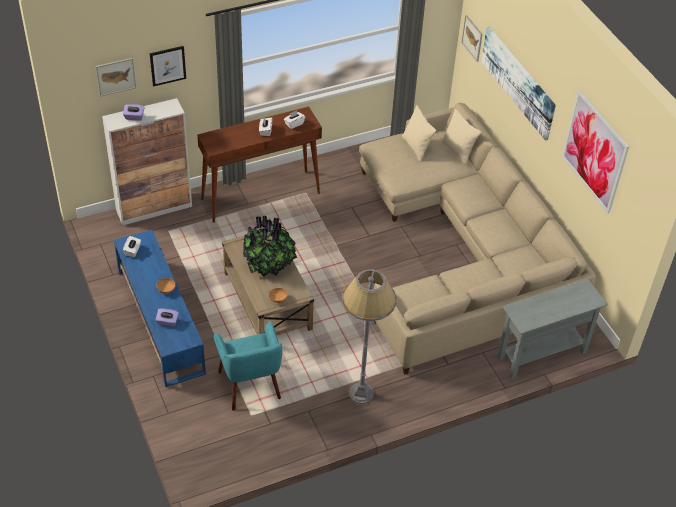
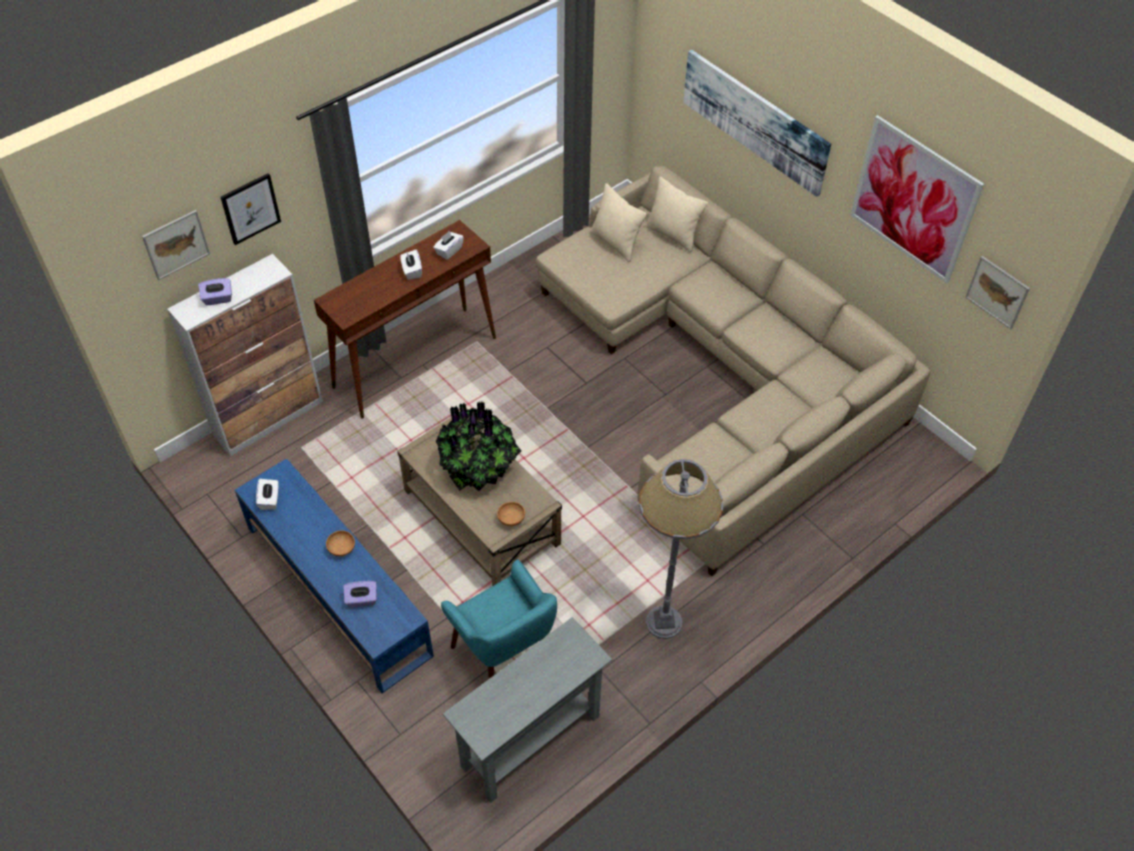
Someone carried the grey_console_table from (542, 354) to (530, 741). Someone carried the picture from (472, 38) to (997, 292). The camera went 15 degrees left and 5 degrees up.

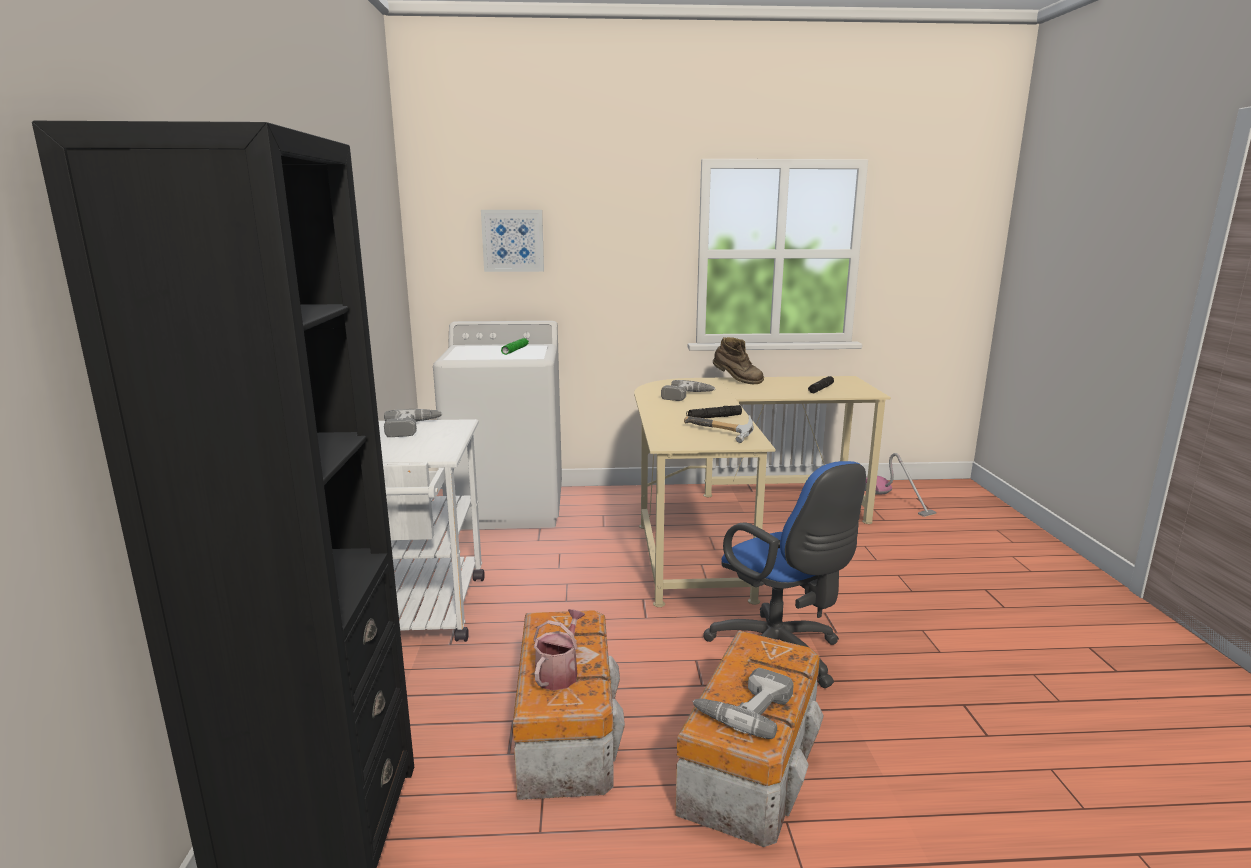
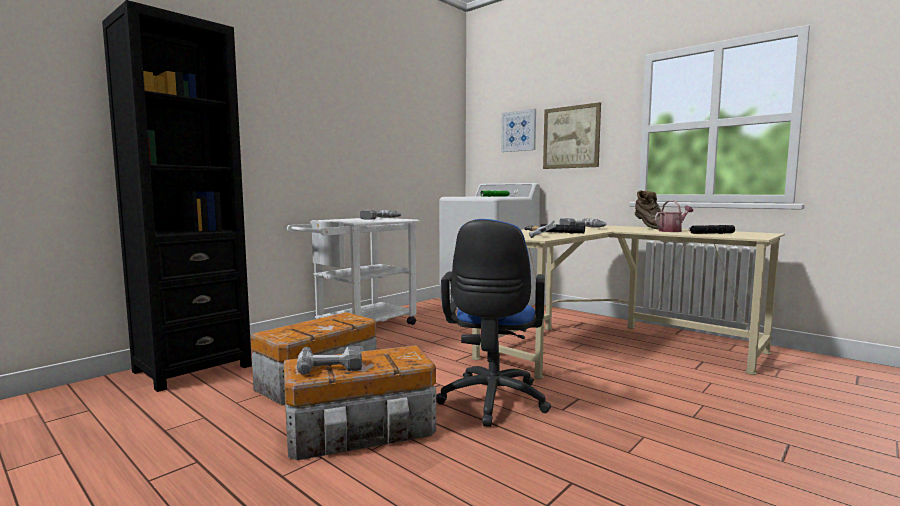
Someone put up the picture at (571, 137). Someone carried the watering_can from (559, 672) to (672, 231). Someone took away the vacuum_cleaner at (896, 500). The camera went 45 degrees right and 10 degrees down.

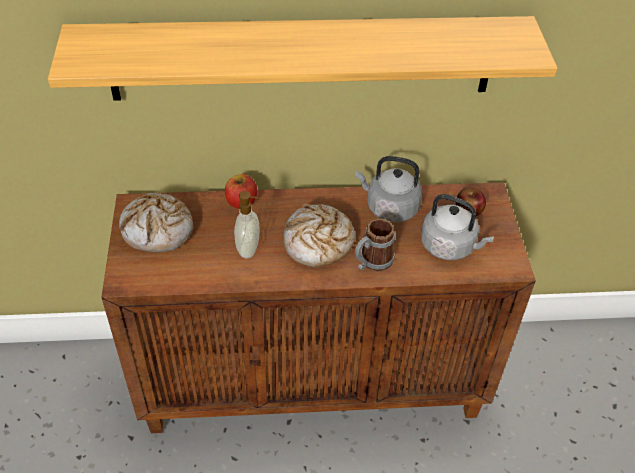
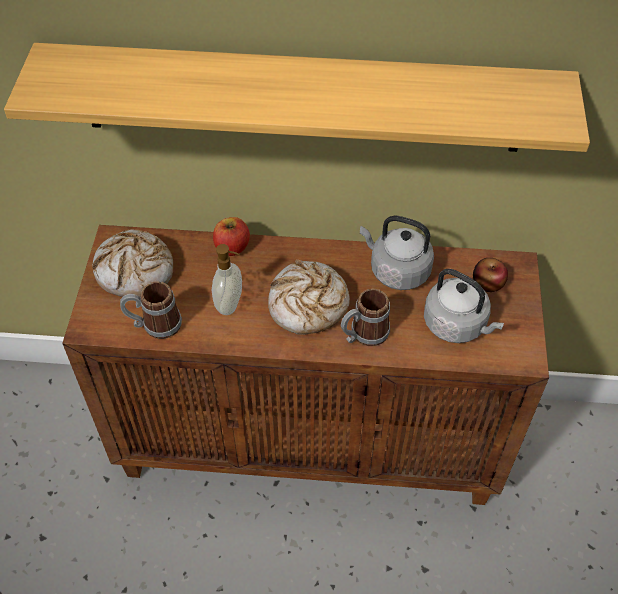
Someone put down the mug at (154, 325). The camera went 10 degrees right and 5 degrees up.

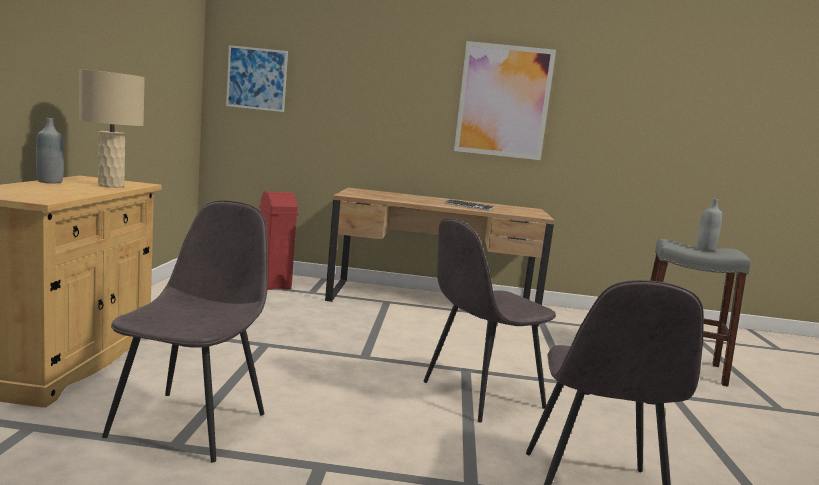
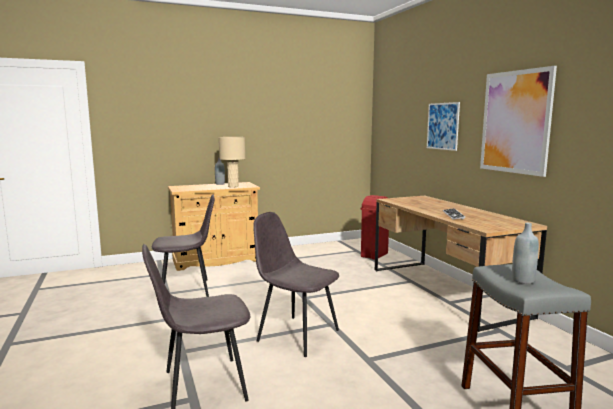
Someone carried the picture from (257, 79) to (442, 126). The camera went 65 degrees right and 0 degrees up.

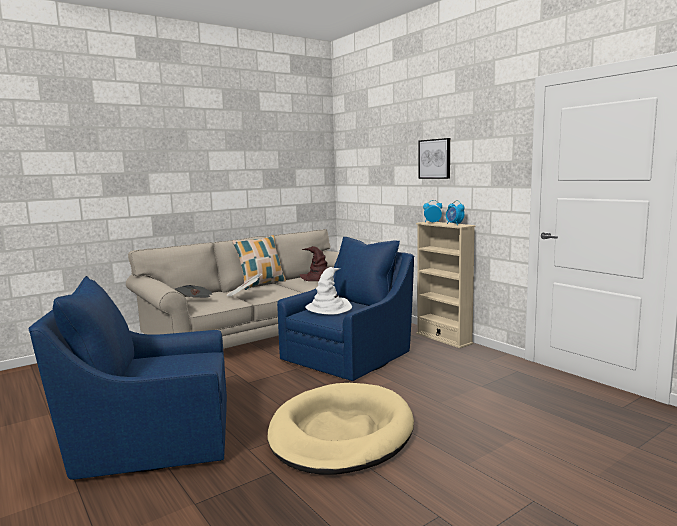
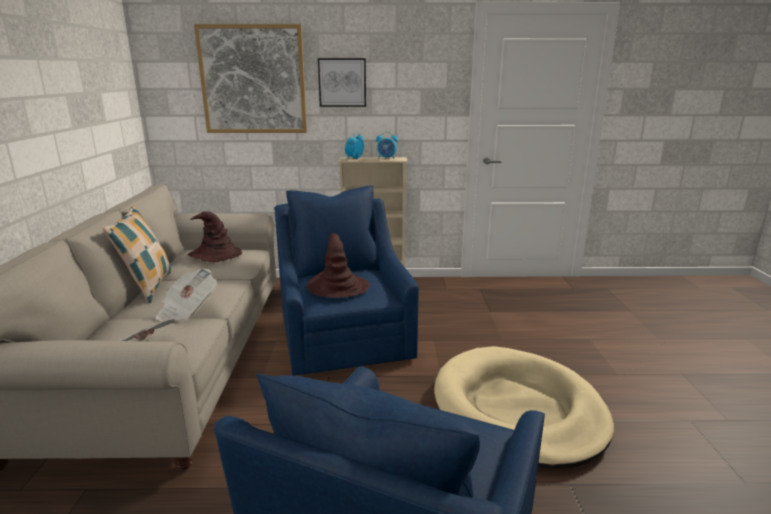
Someone put up the picture at (253, 80). Someone repainted the white_hat at (329, 308), which became the brown_hat at (337, 286). The camera went 55 degrees left and 10 degrees up.

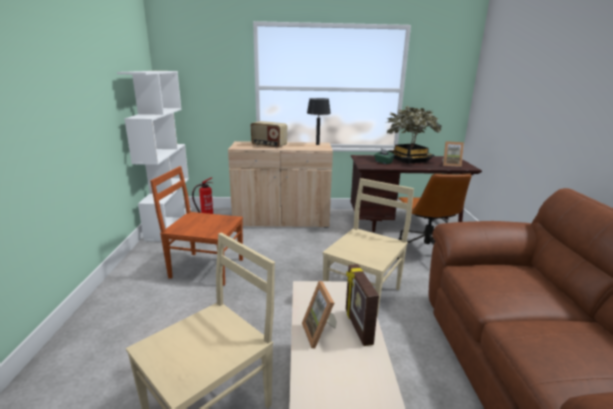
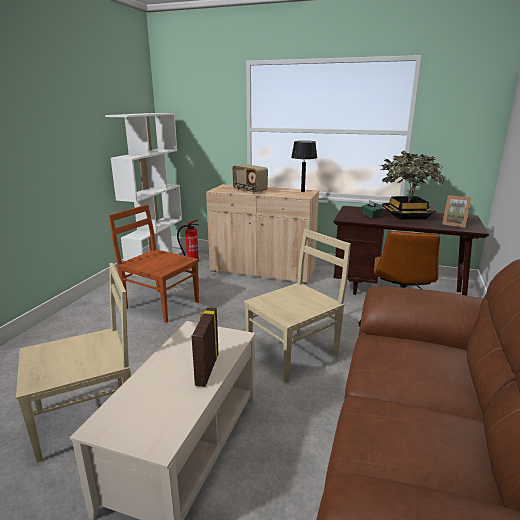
Someone took away the picture_frame at (321, 333). The camera went 20 degrees right and 0 degrees up.

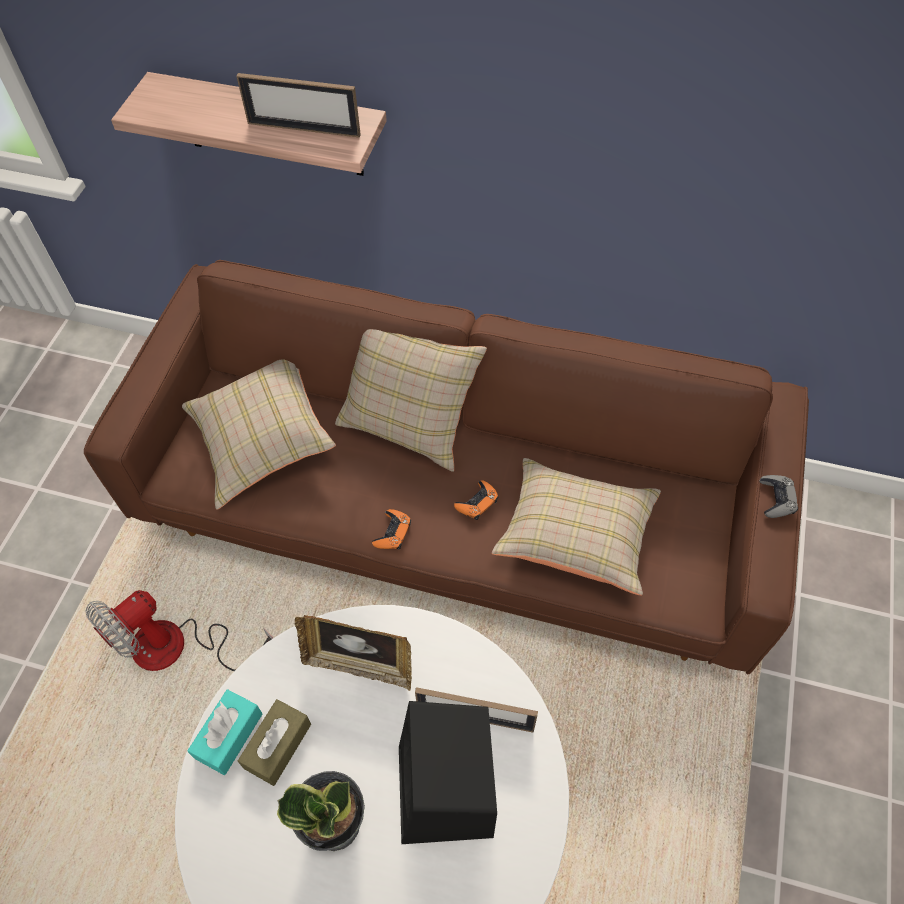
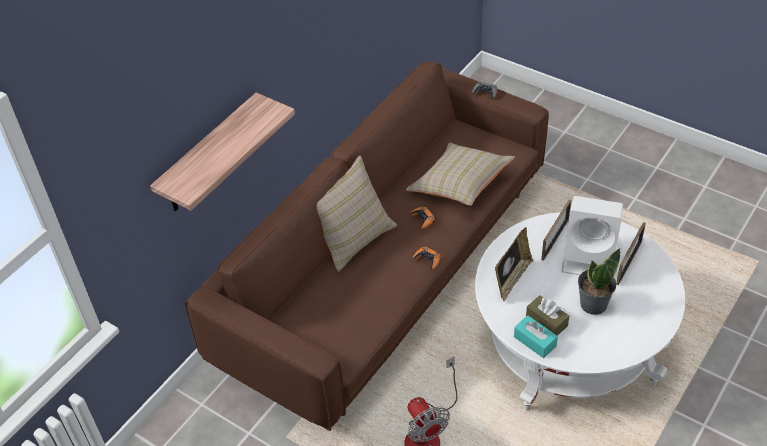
Someone repainted the black_speaker at (446, 795), which became the white_speaker at (590, 258). Someone carried the picture_frame from (303, 129) to (628, 263). Someone took away the beige_pillow at (262, 440). The camera went 70 degrees left and 10 degrees down.

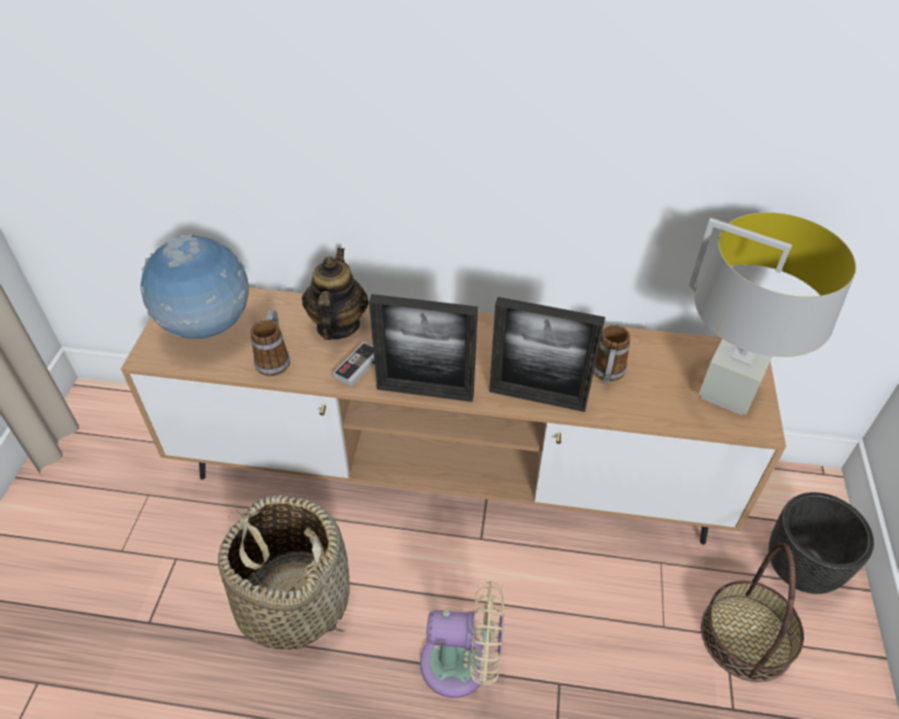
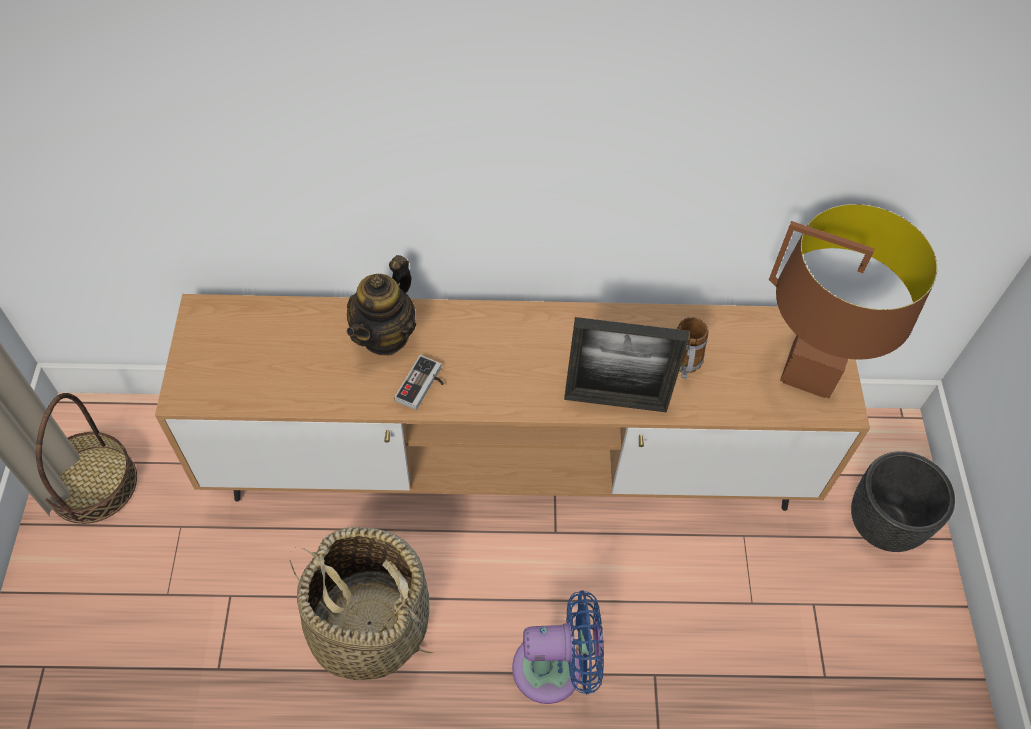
Someone carried the basket from (746, 636) to (92, 484). Someone rotated the teapot at (337, 325) by 150 degrees counterclockwise. Someone repainted the beige_fan at (462, 664), which became the blue_fan at (555, 668). Someone repainted the grey_table_lamp at (726, 392), which became the brown_table_lamp at (808, 373). Someone took away the globe at (208, 328). Someone took away the mug at (274, 358). Someone took away the picture_frame at (425, 392). The camera went 10 degrees left and 10 degrees up.

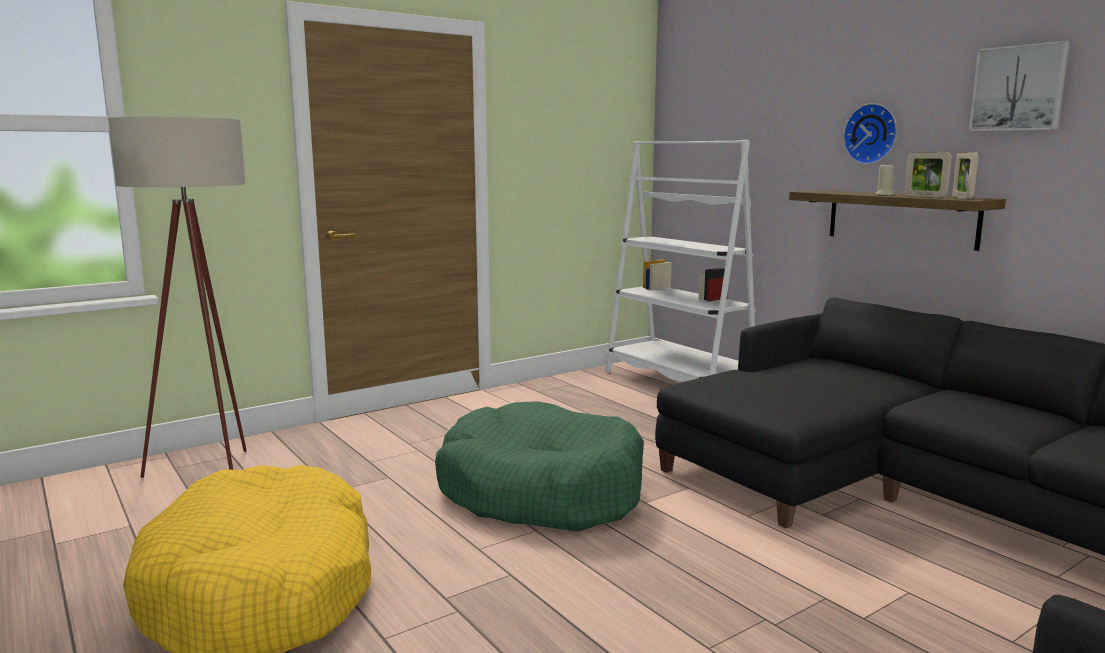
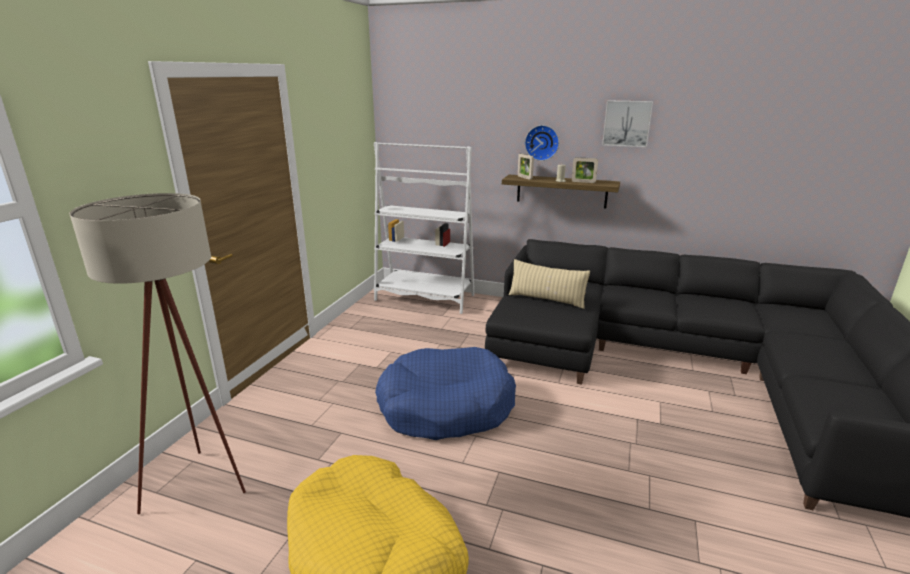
Someone repainted the green_dog_bed at (541, 491), which became the blue_dog_bed at (445, 406). Someone put down the beige_pillow at (546, 299). Someone carried the picture_frame from (962, 197) to (524, 178). The camera went 35 degrees left and 10 degrees up.

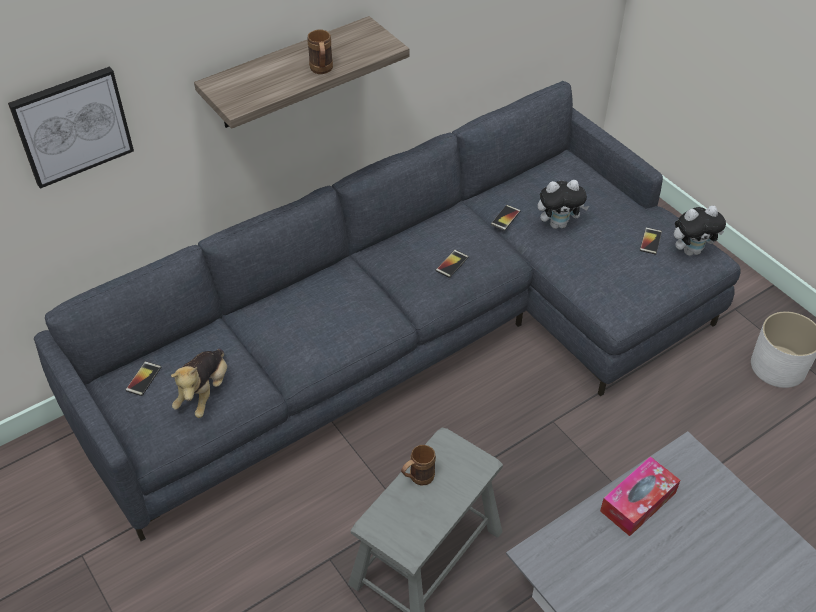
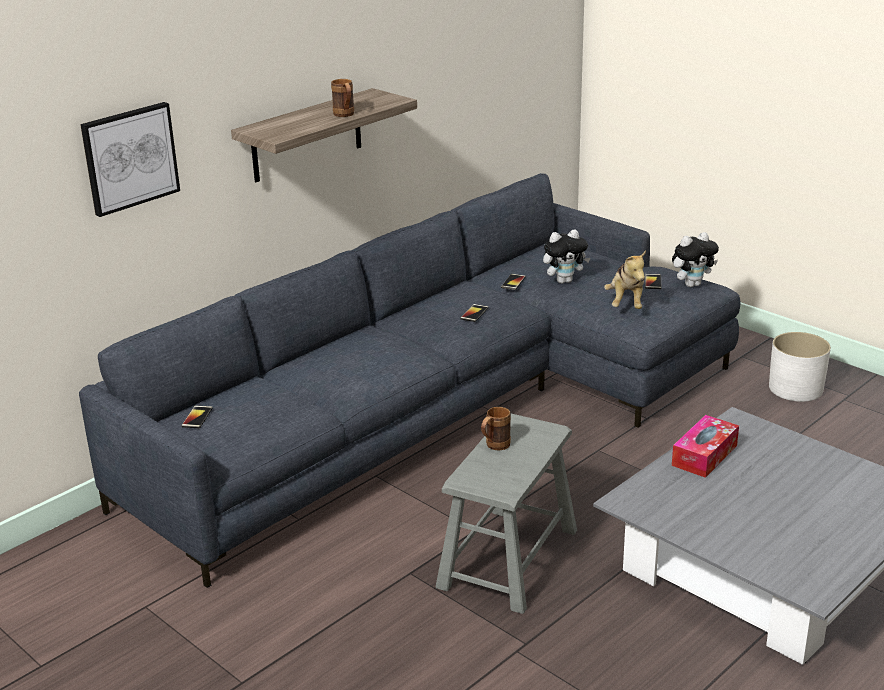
Someone carried the plush_toy from (204, 392) to (626, 303). The camera went 10 degrees left and 20 degrees down.

